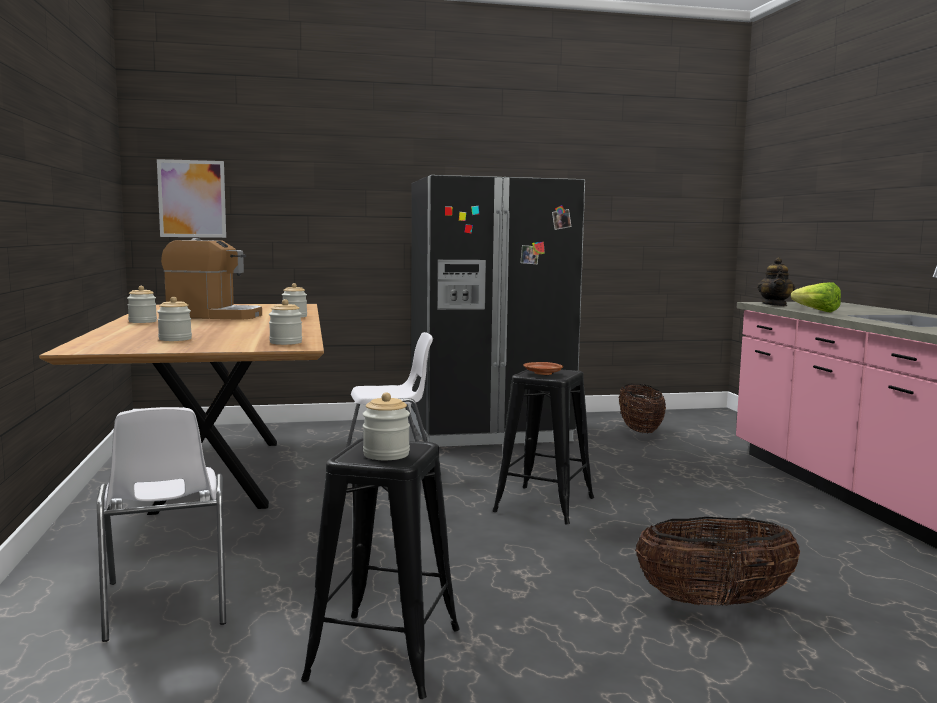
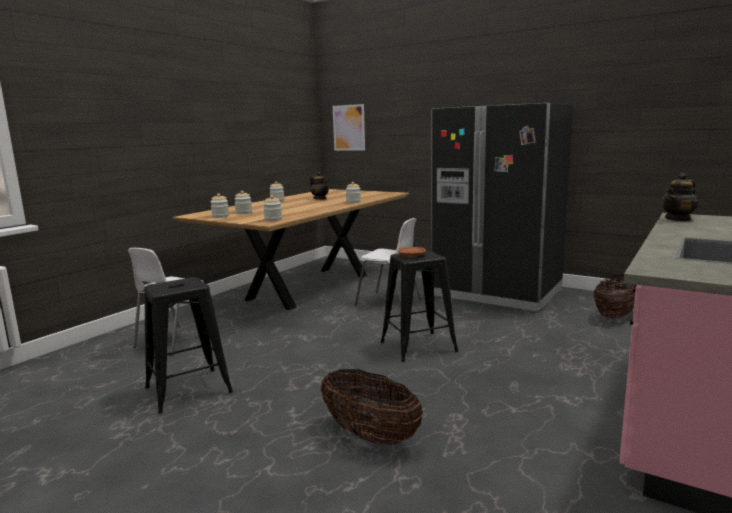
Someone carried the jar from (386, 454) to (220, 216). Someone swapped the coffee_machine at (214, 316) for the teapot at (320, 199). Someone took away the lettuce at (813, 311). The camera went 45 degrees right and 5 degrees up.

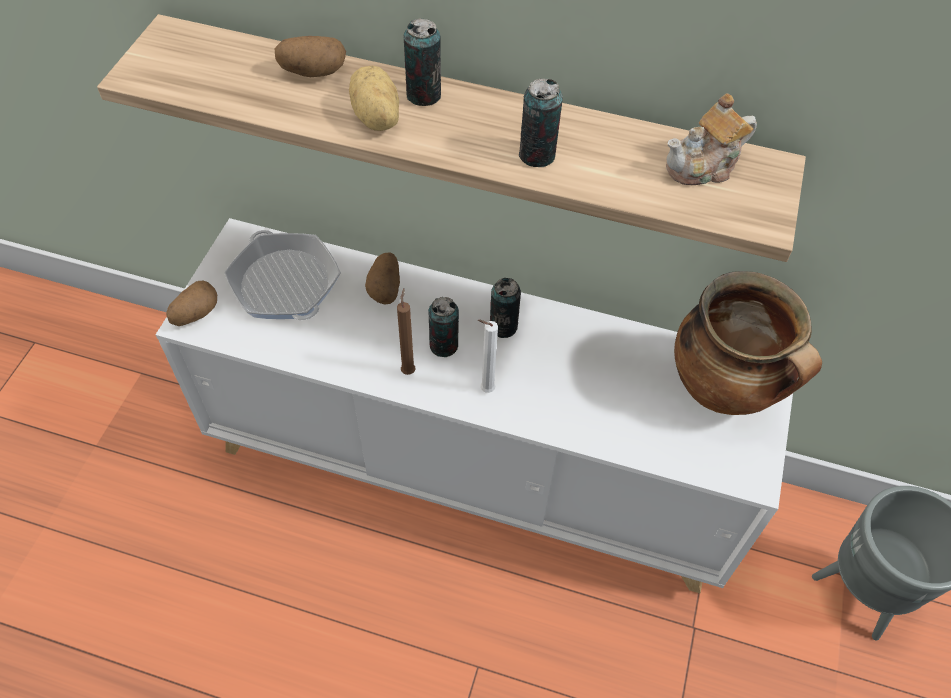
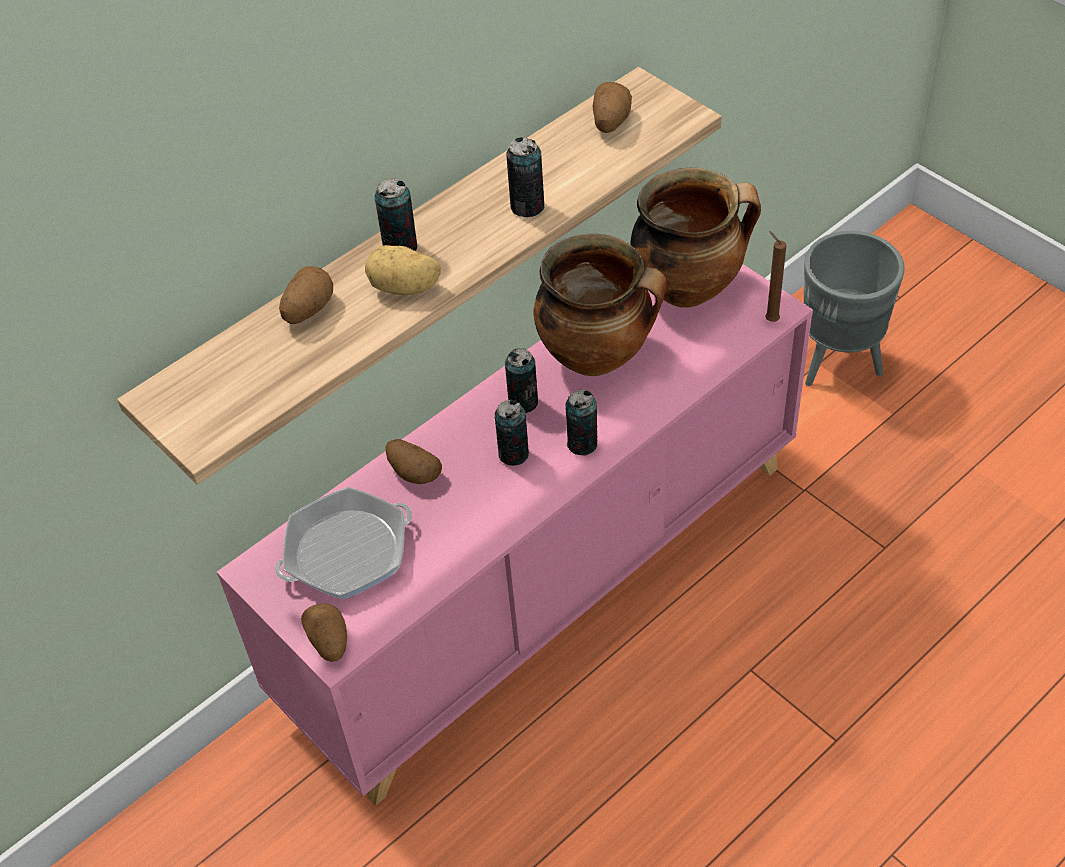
Someone repainted the white_cabinet at (473, 467), which became the pink_cabinet at (545, 582). Someone rotated the frying_pan at (285, 284) by 150 degrees clockwise. Someone put down the cooking_pot at (598, 356). Someone swapped the white_candle at (485, 390) for the can at (582, 444). Someone swapped the teapot at (704, 167) for the potato at (610, 122). Someone carried the brown_candle from (408, 369) to (770, 320). The camera went 55 degrees left and 5 degrees down.

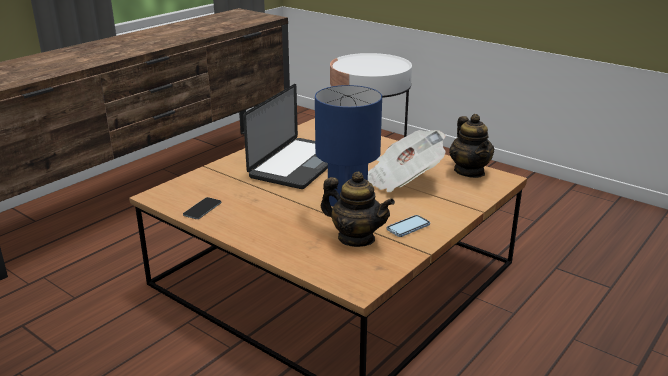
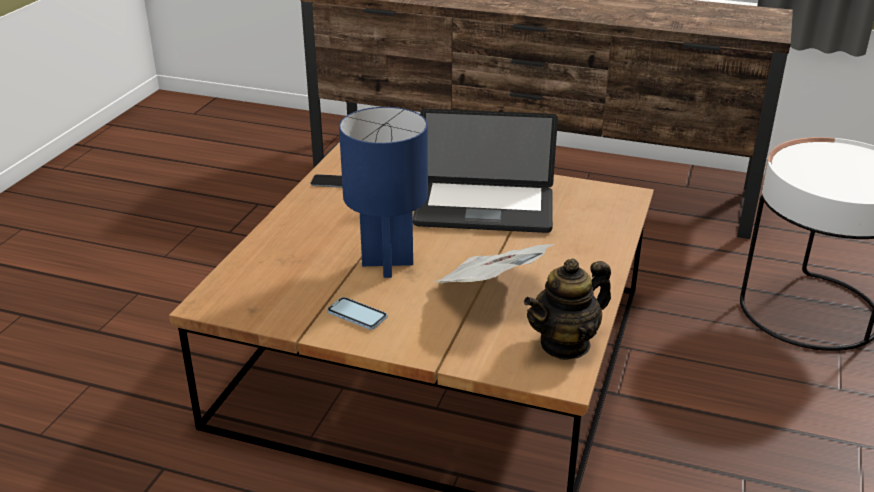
Someone took away the teapot at (356, 238). The camera went 70 degrees right and 5 degrees up.

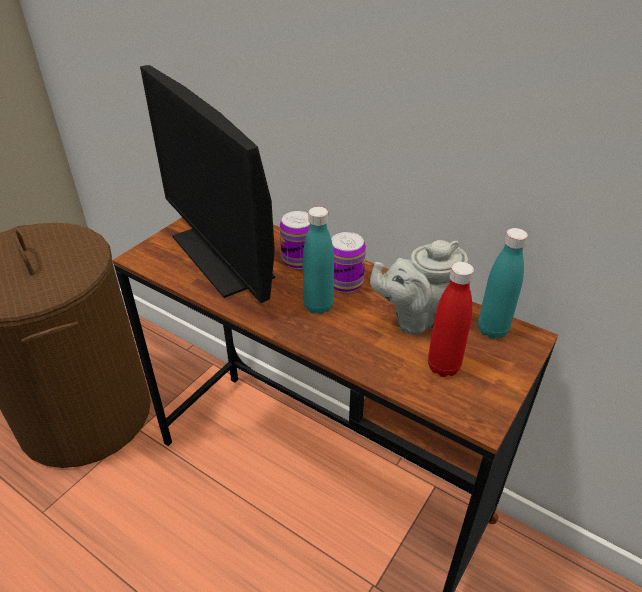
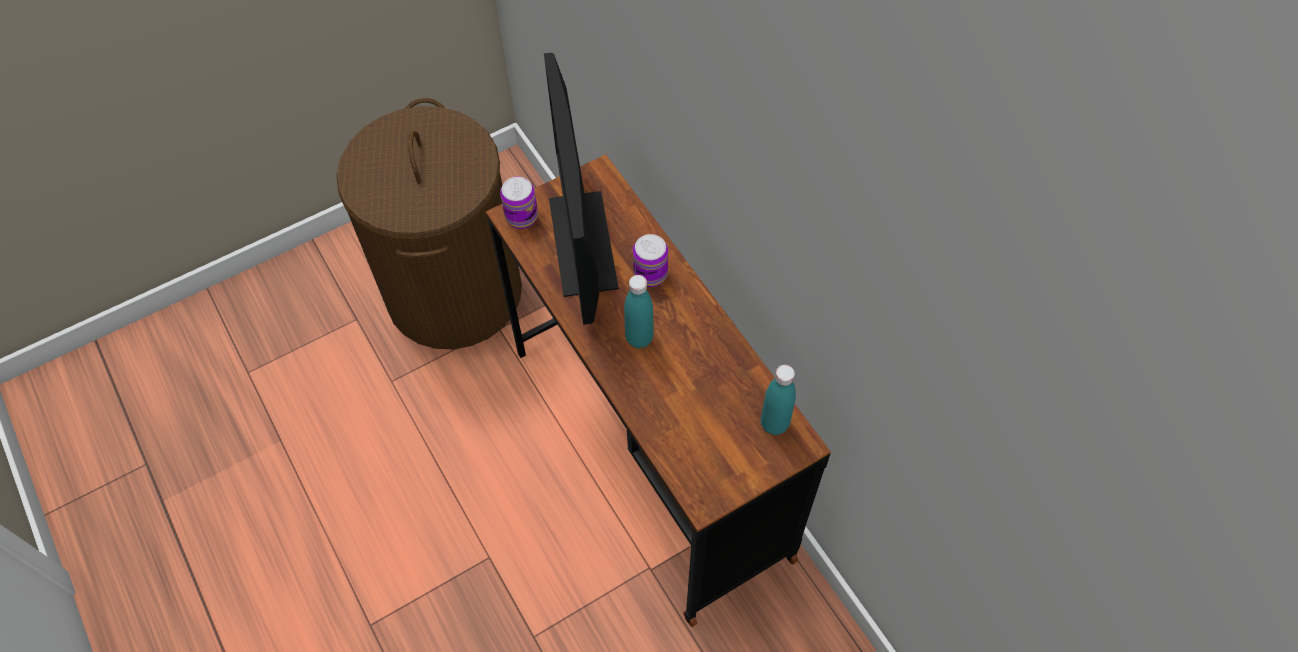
Someone carried the can from (345, 283) to (521, 217). Someone took away the grey_teapot at (417, 318). Someone took away the red_bottle at (443, 367). The camera went 25 degrees right and 20 degrees up.

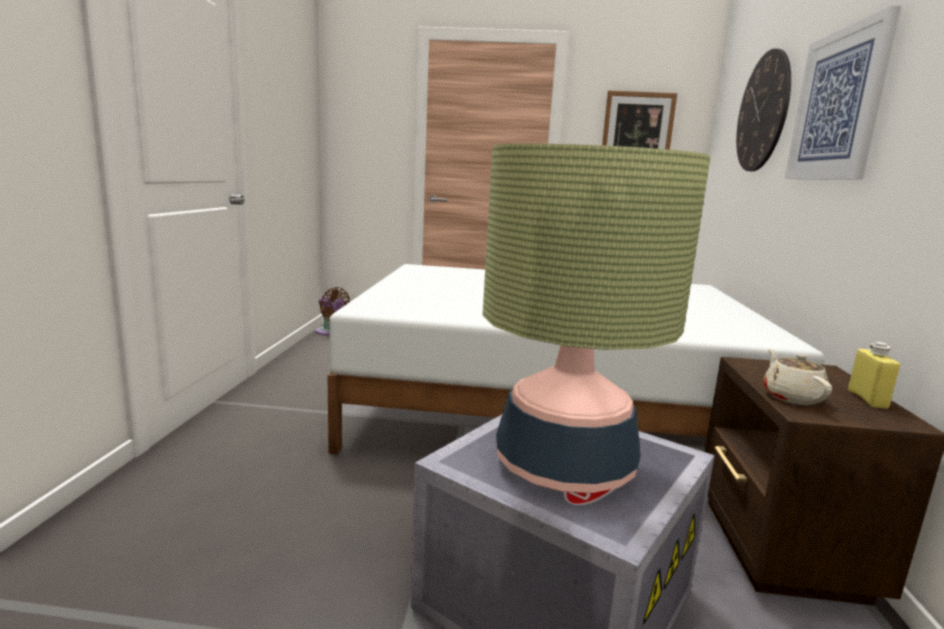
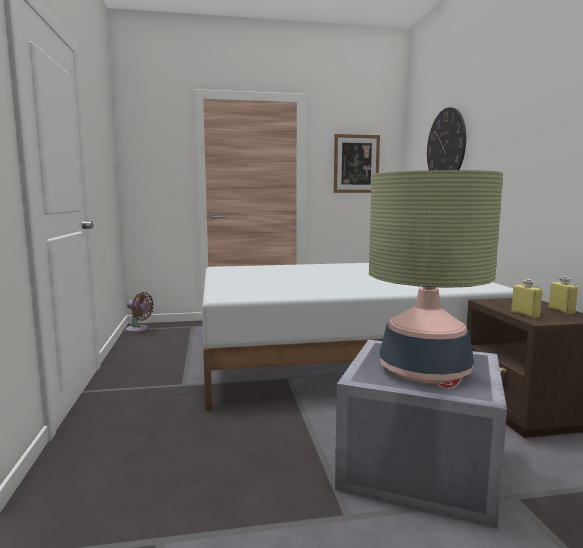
Someone swapped the beige_teapot at (791, 397) for the yellow_bottle at (525, 314). Someone took away the picture at (837, 106). The camera went 15 degrees left and 5 degrees down.

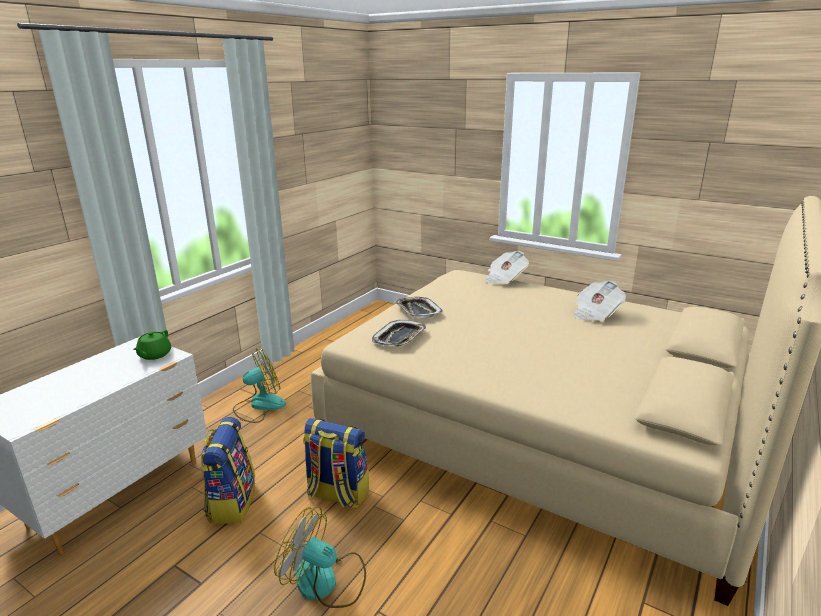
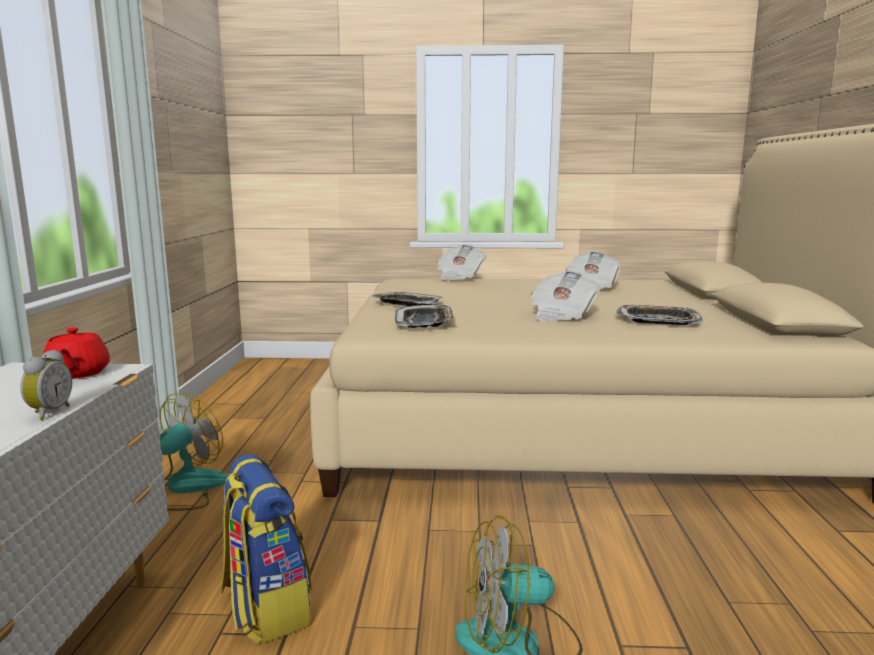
Someone put down the alarm_clock at (48, 413). Someone repainted the green_teapot at (154, 355), which became the red_teapot at (77, 374). Someone put down the newspaper at (561, 315). Someone put down the tray at (658, 320). Someone took away the backpack at (337, 494). The camera went 30 degrees left and 10 degrees down.

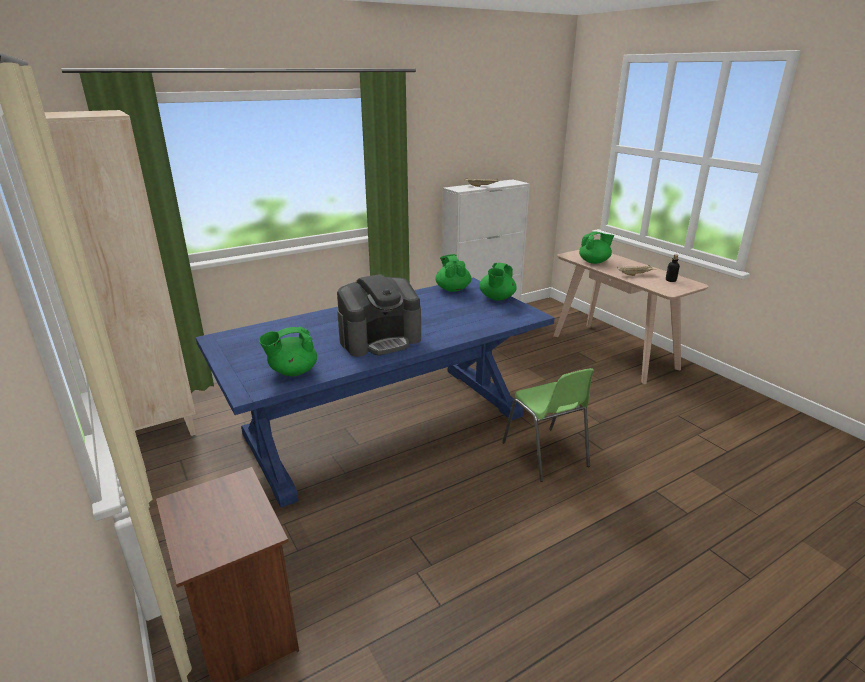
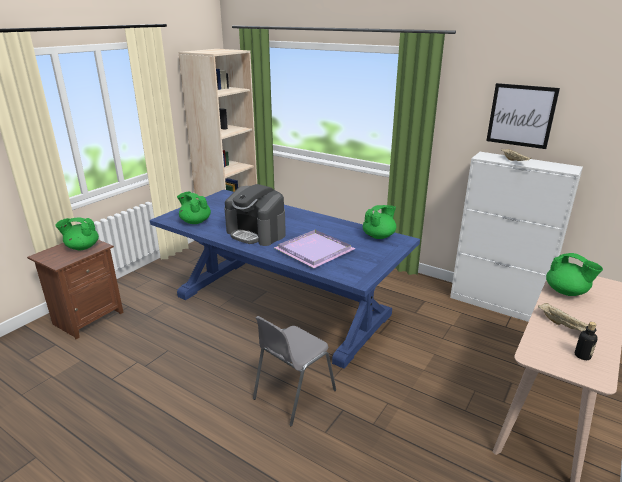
Someone carried the green_teapot from (497, 298) to (82, 247). Someone repainted the green_chair at (545, 454), which became the grey_chair at (293, 394). Someone put down the purple_tray at (314, 250). Someone put up the picture at (521, 115). The camera went 65 degrees right and 0 degrees up.

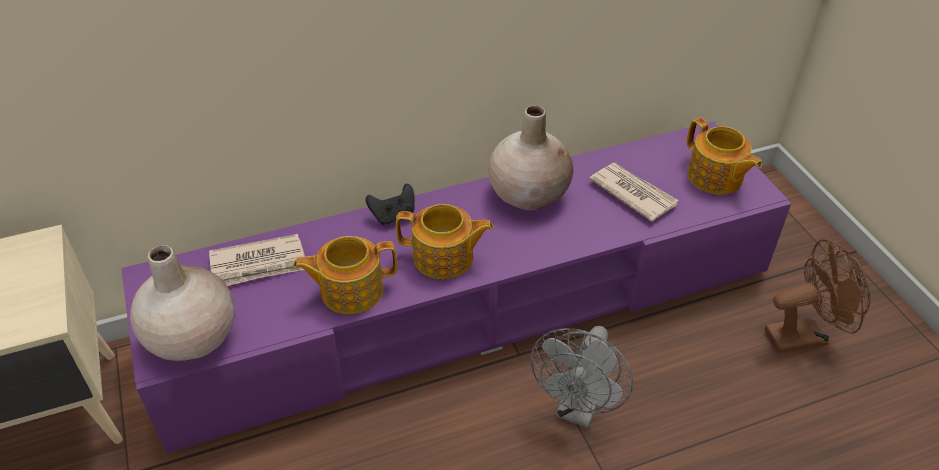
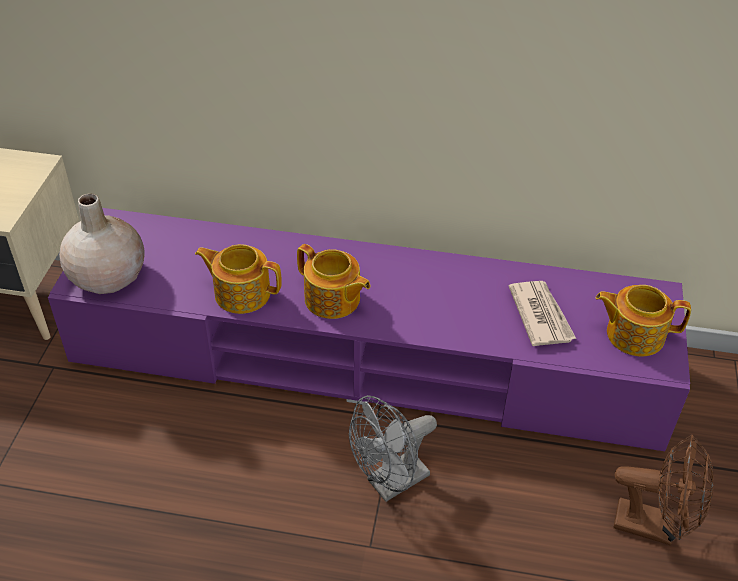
Someone rotated the teapot at (715, 177) by 105 degrees clockwise. Someone took away the newspaper at (259, 264). Someone took away the black_game_controller at (393, 216). Someone took away the beige_vase at (529, 193). The camera went 30 degrees right and 0 degrees up.

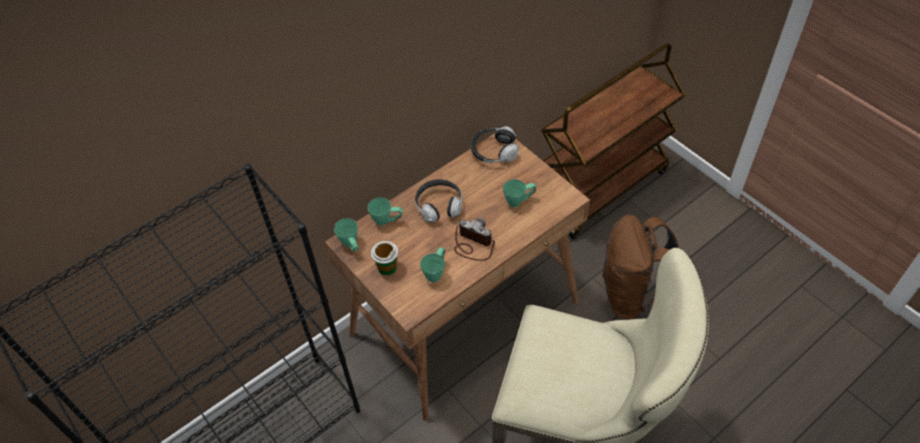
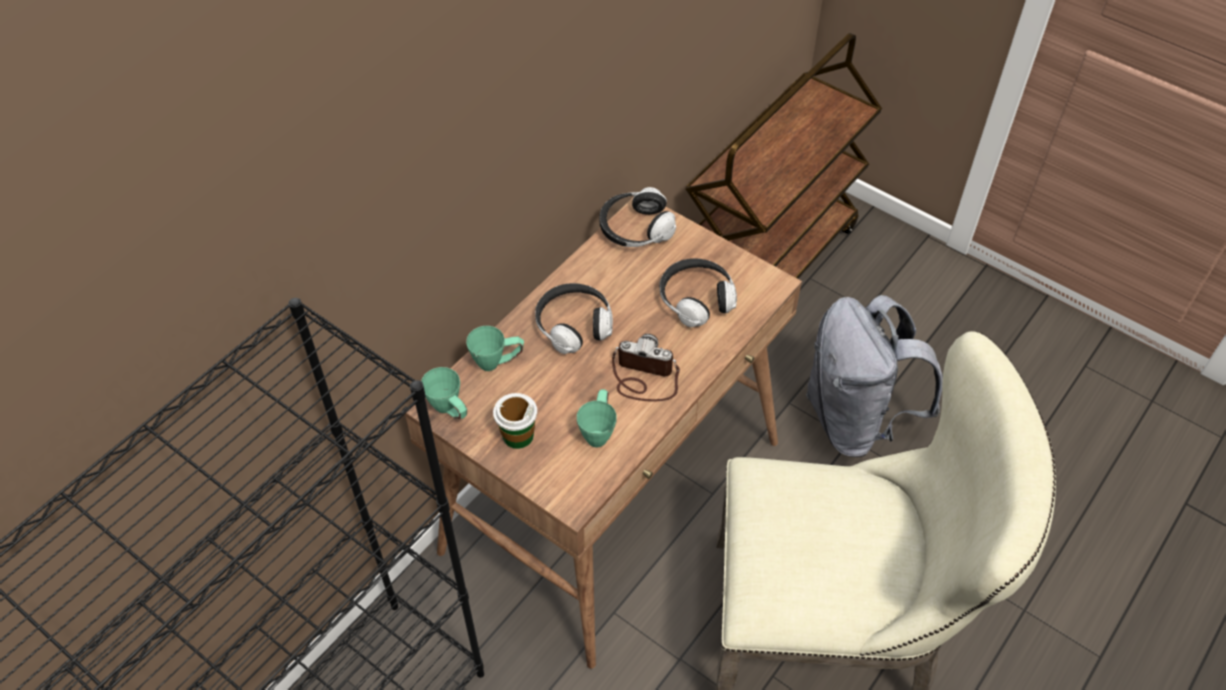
Someone swapped the green_mug at (519, 201) for the headphones at (696, 300). Someone repainted the brown_backpack at (633, 296), which became the grey_backpack at (855, 420). The camera went 15 degrees left and 0 degrees up.

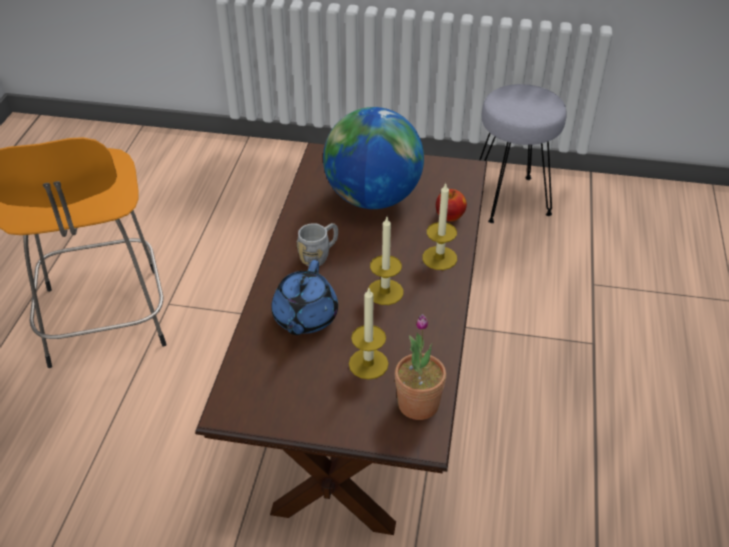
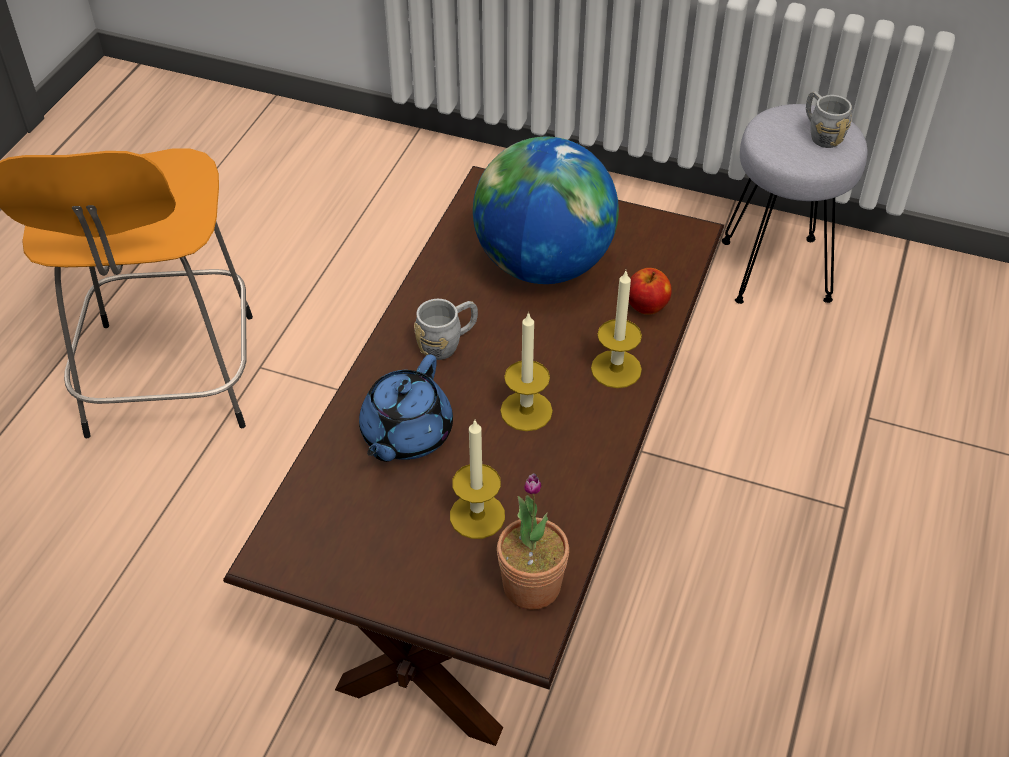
Someone put down the grey_mug at (820, 134). The camera went 10 degrees right and 5 degrees up.

